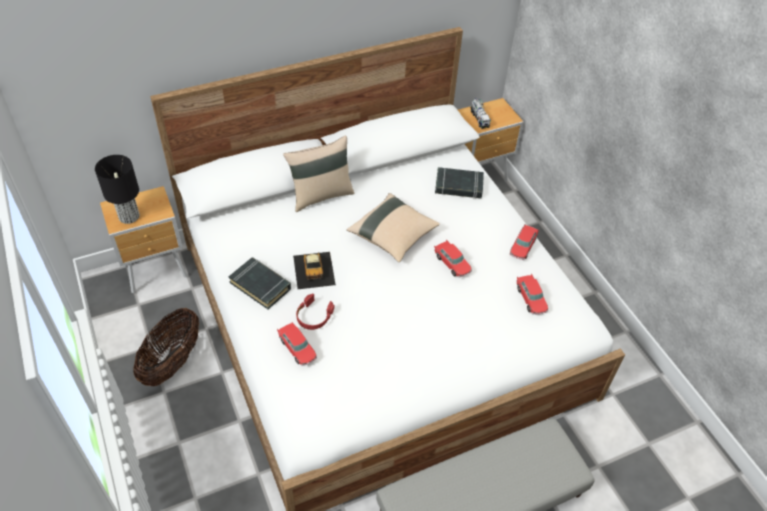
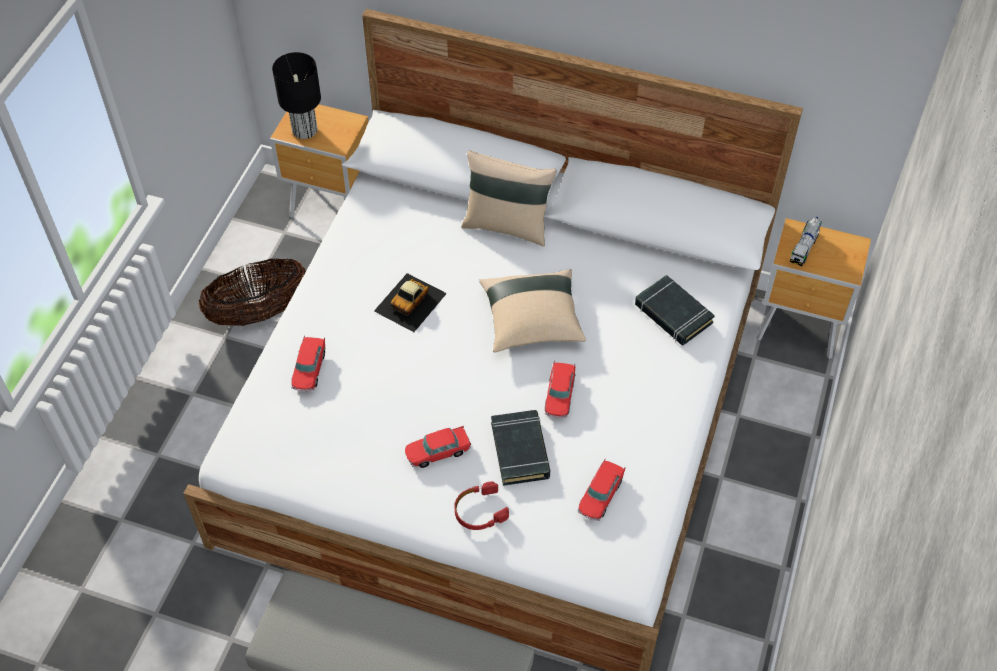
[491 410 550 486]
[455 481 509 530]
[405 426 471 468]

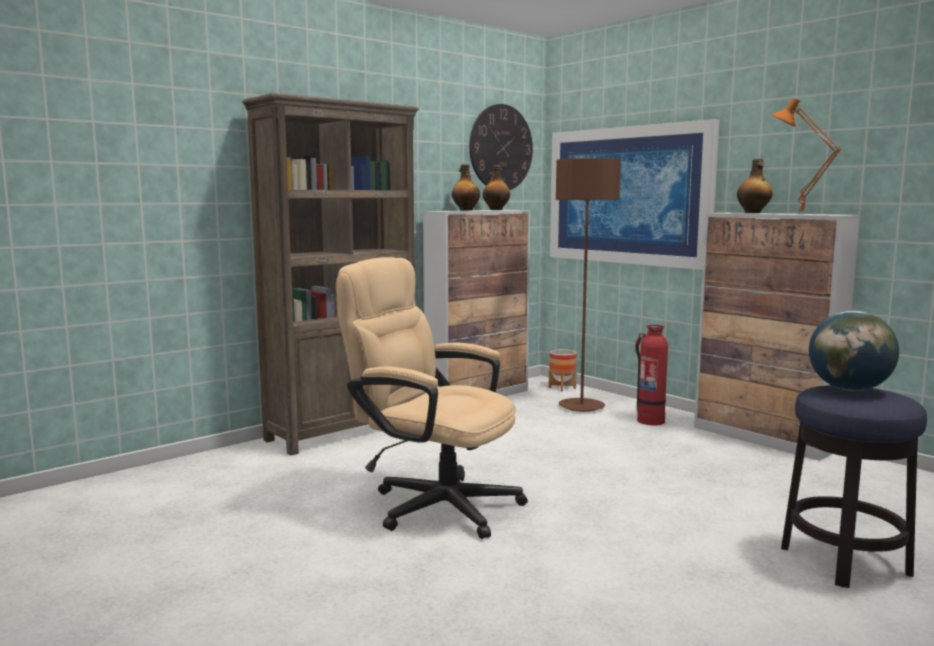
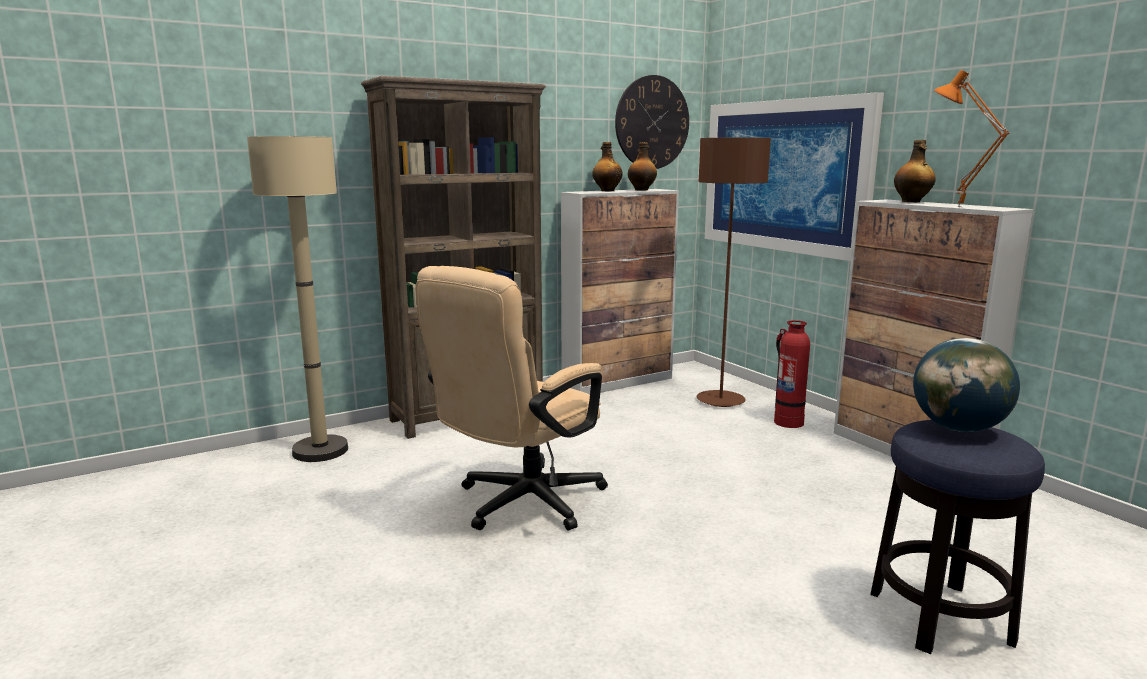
[549 349 577 391] (first image)
[247 136 348 462]
[415 266 608 531]

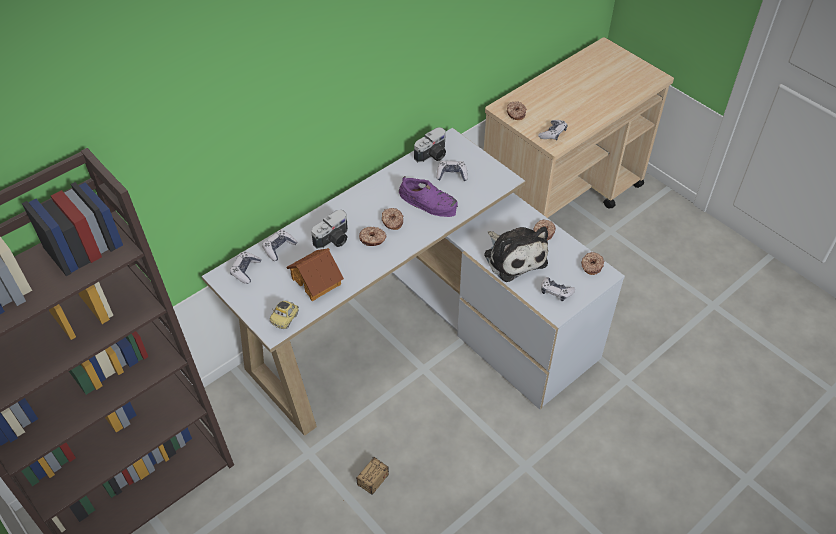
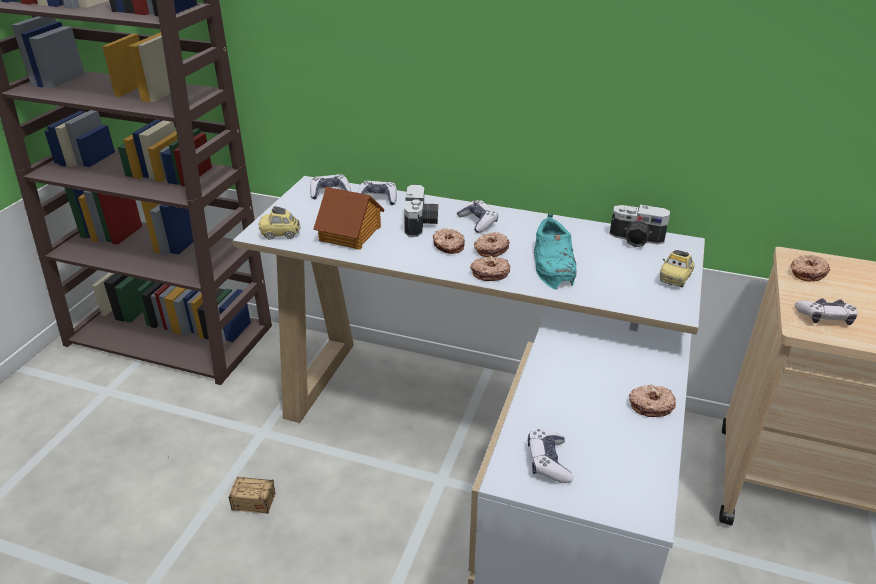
[484 226 548 282] (first image)
[660 250 694 287]
[457 200 498 233]
[470 256 510 281]
[534 214 576 290]
[404 185 438 237]

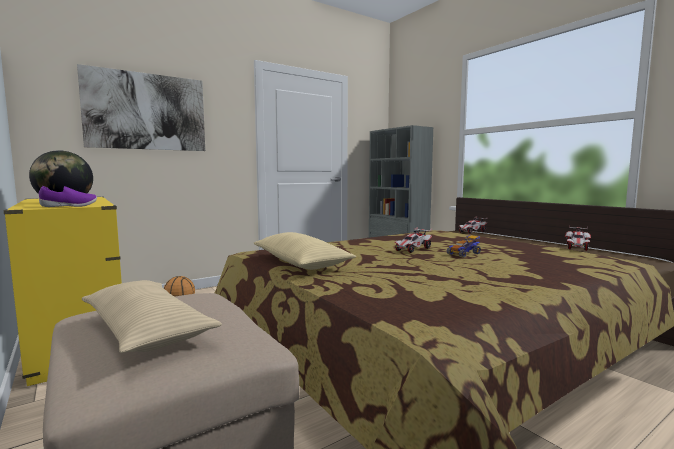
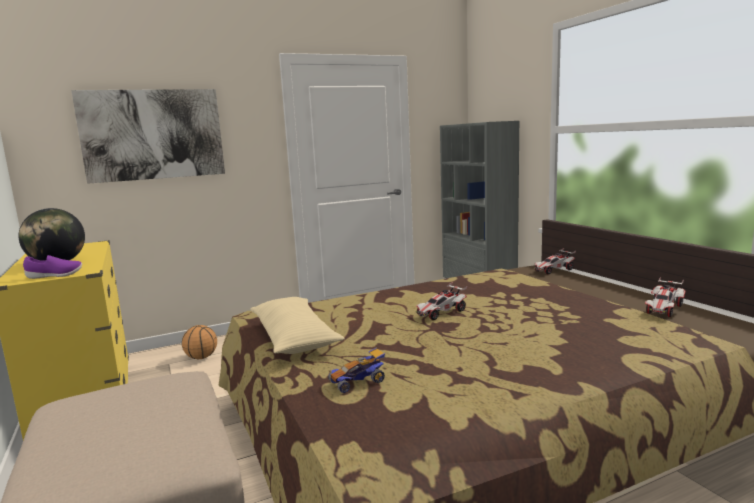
[82 280 222 353] (first image)
[329 348 385 393]

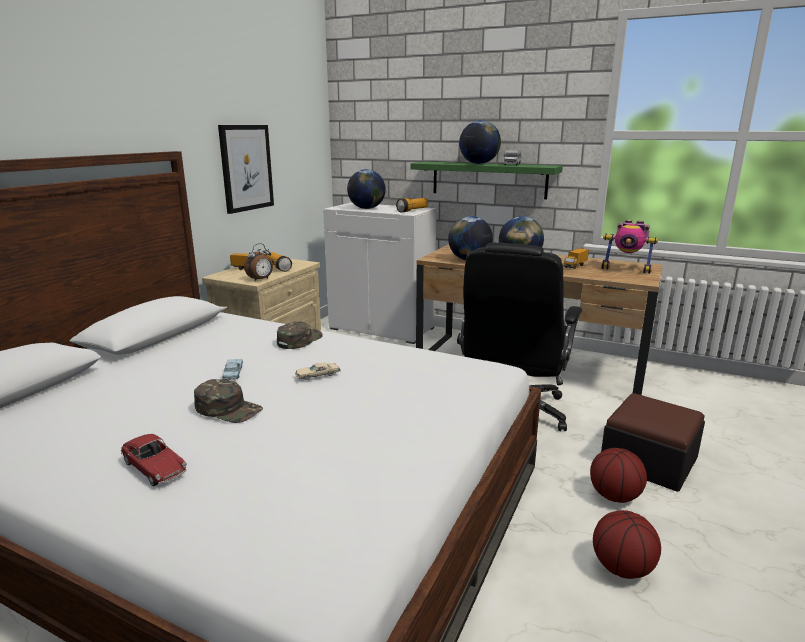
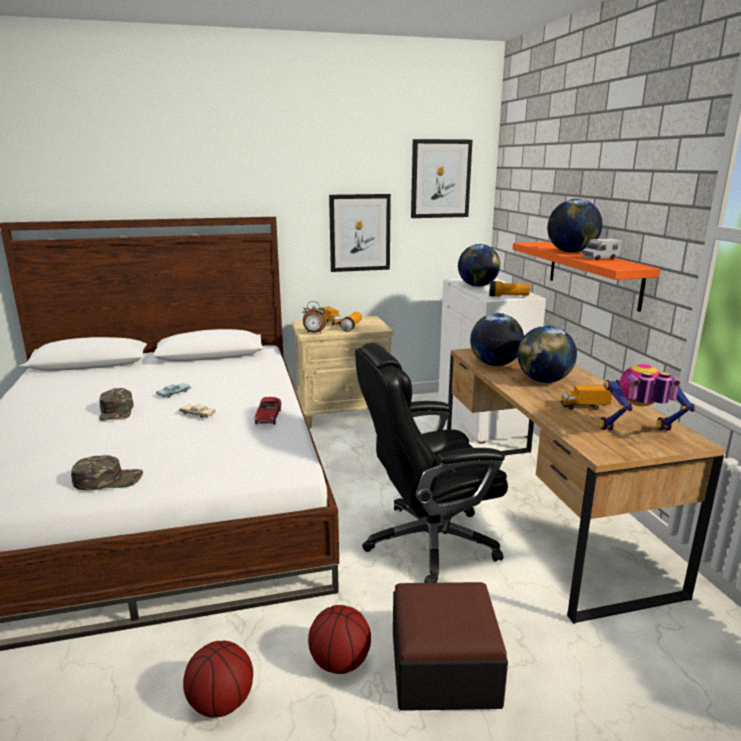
[411 139 472 218]
[254 397 282 424]
[71 455 143 490]
[513 242 660 312]
[600 364 695 430]

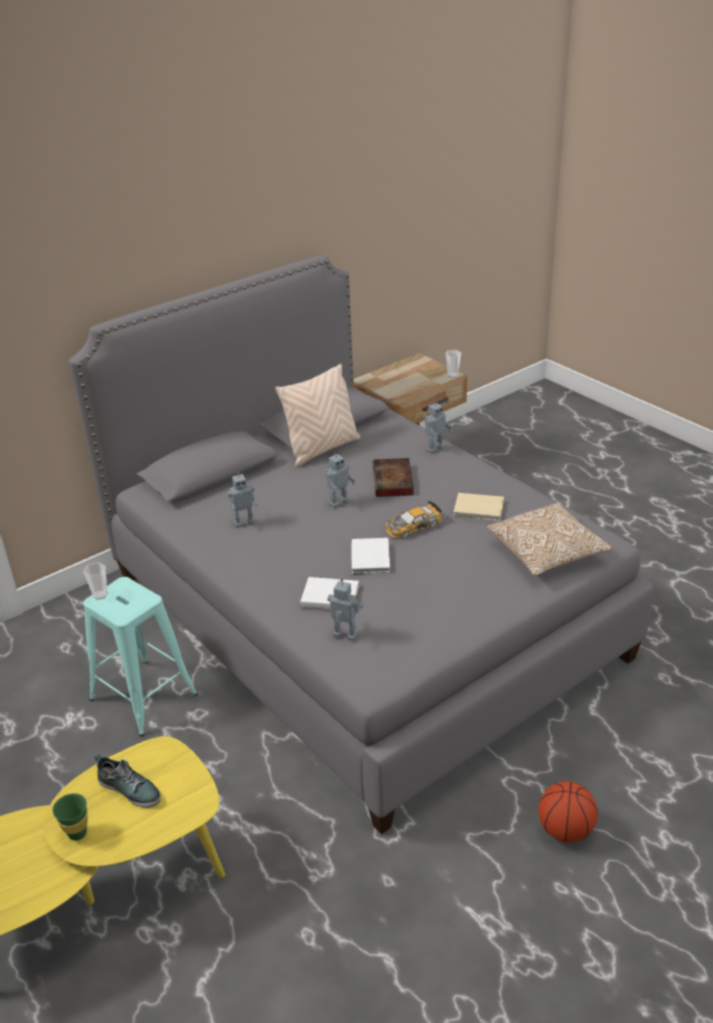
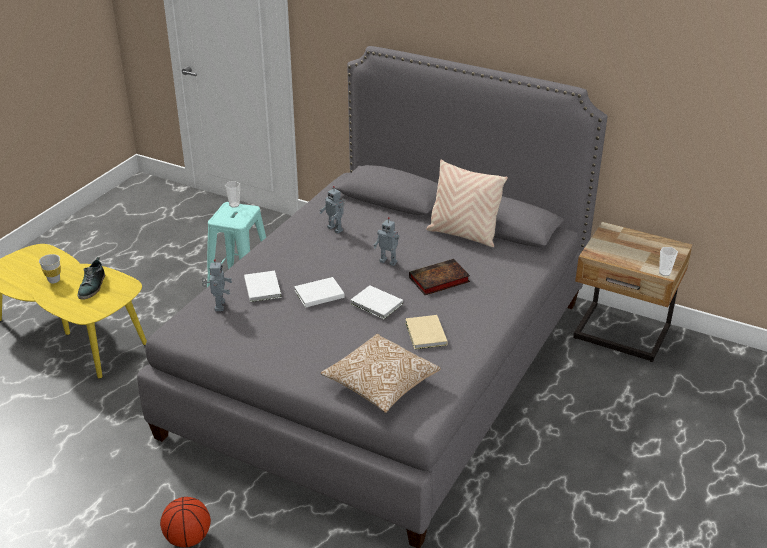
[424 400 452 454] (first image)
[351 285 403 319]
[39 254 61 283]

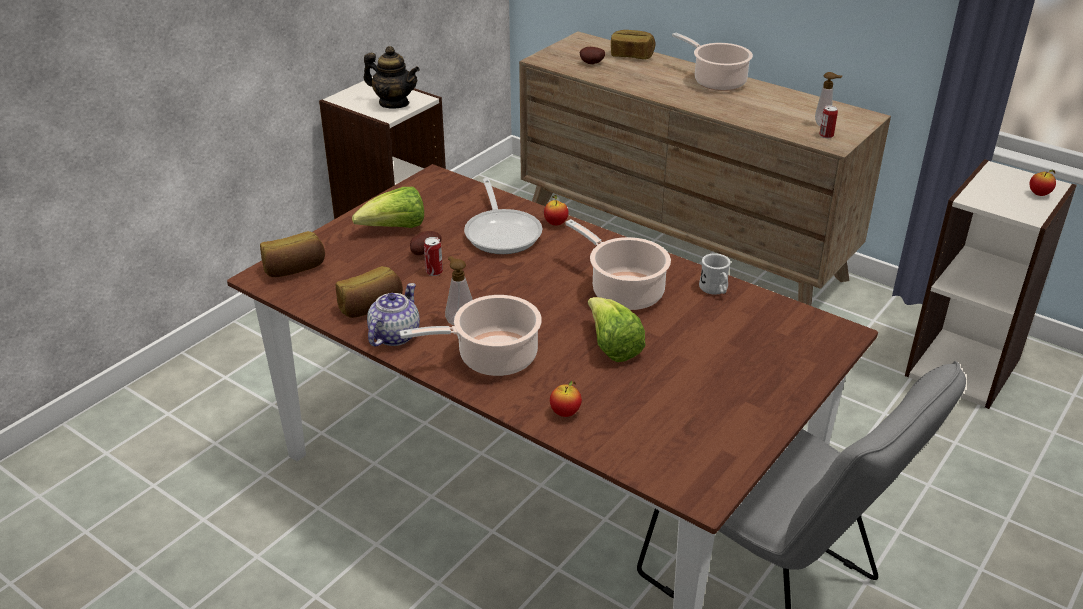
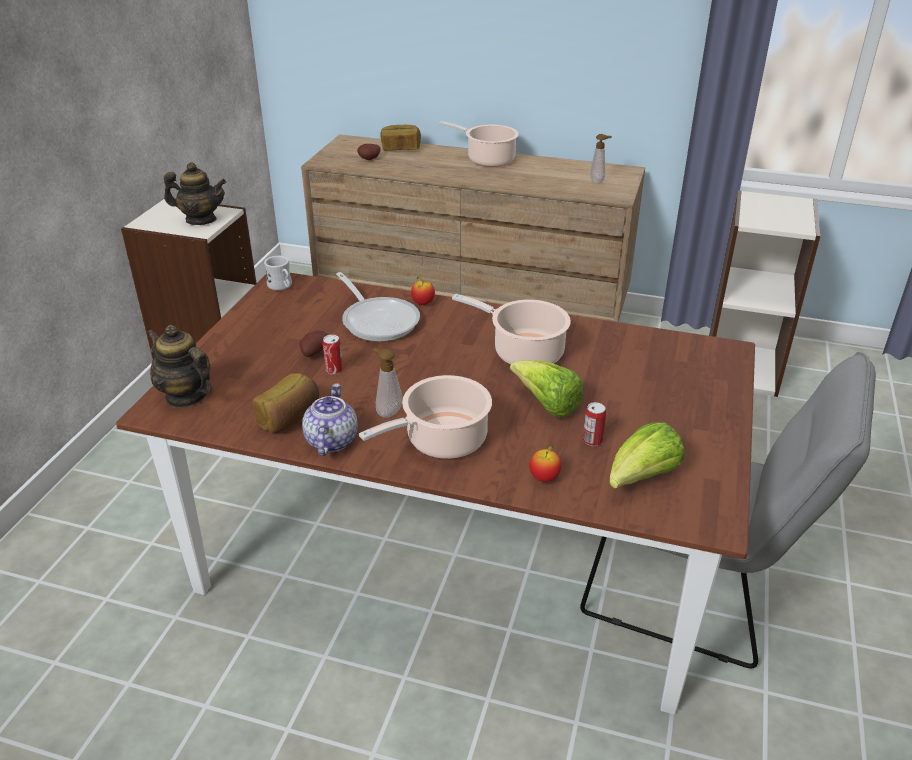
[1030 169 1056 196] (first image)
[609 422 685 488]
[264 256 292 291]
[583 402 606 446]
[147 325 212 408]

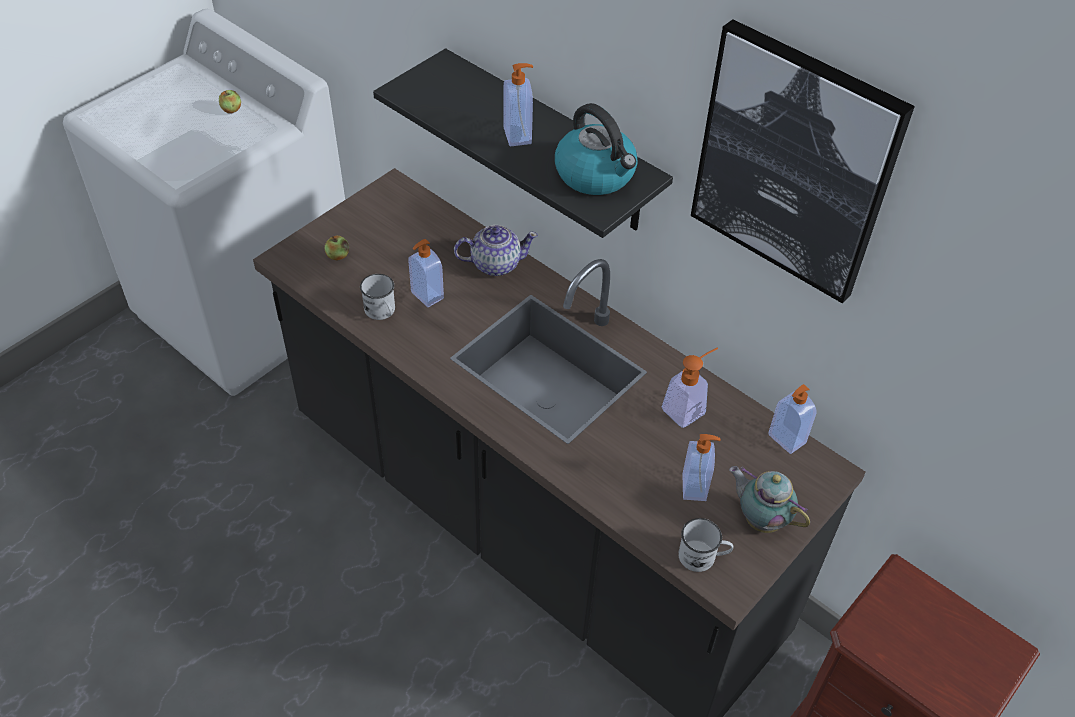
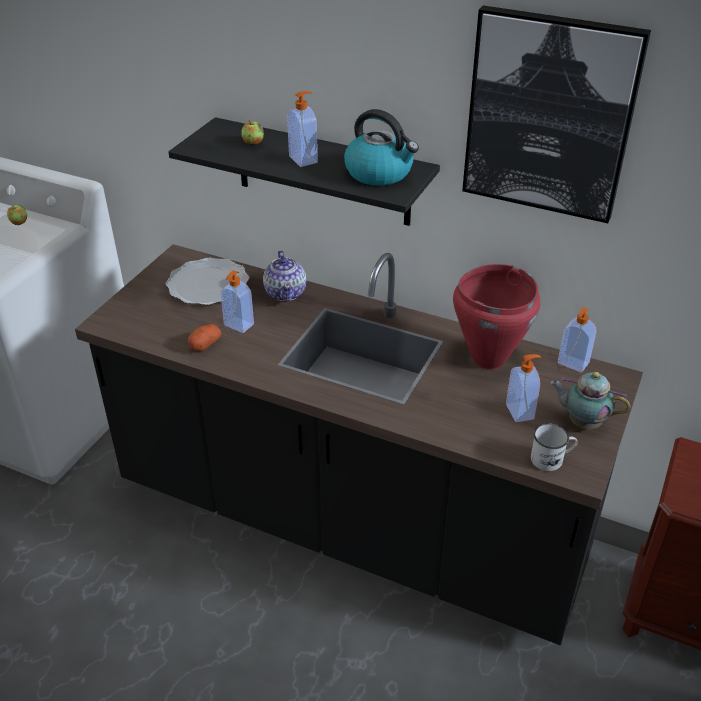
[166 258 249 305]
[241 120 264 145]
[188 324 221 351]
[453 264 540 369]
[263 250 306 302]

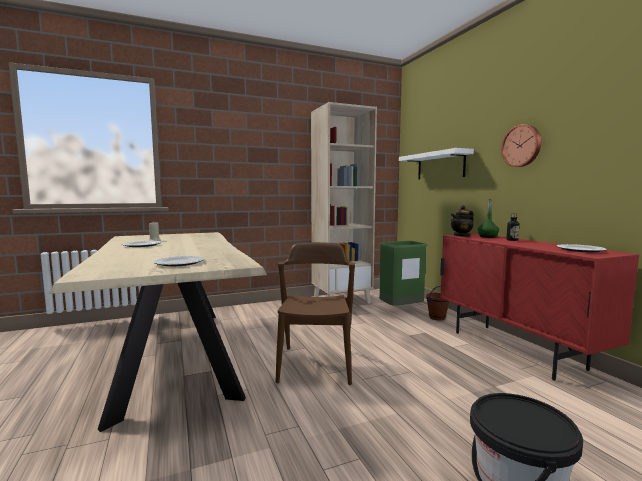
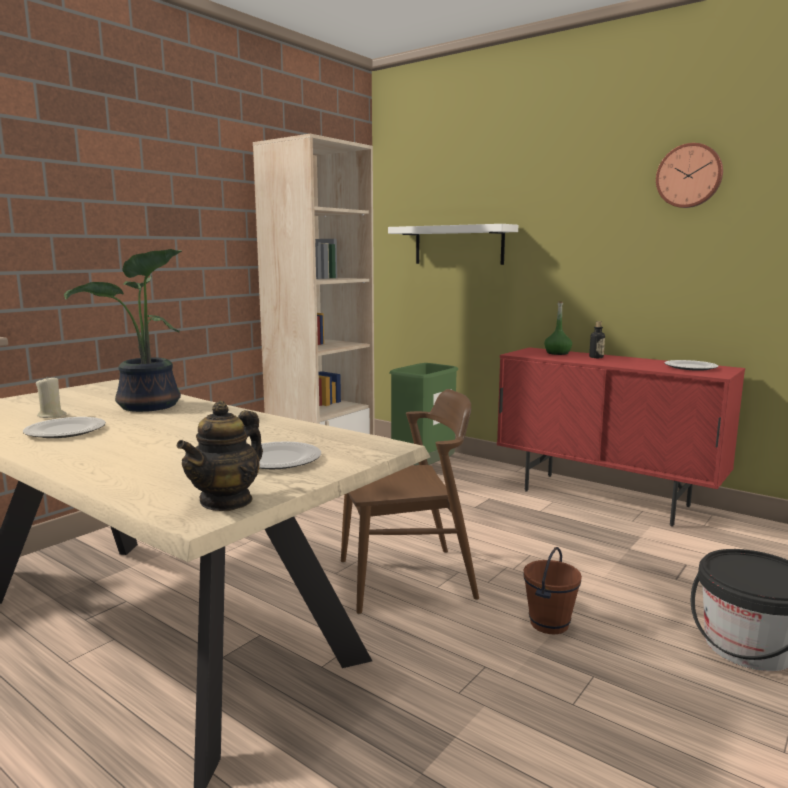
[64 249 182 412]
[523 547 582 634]
[177 401 263 511]
[656 143 723 208]
[341 389 479 614]

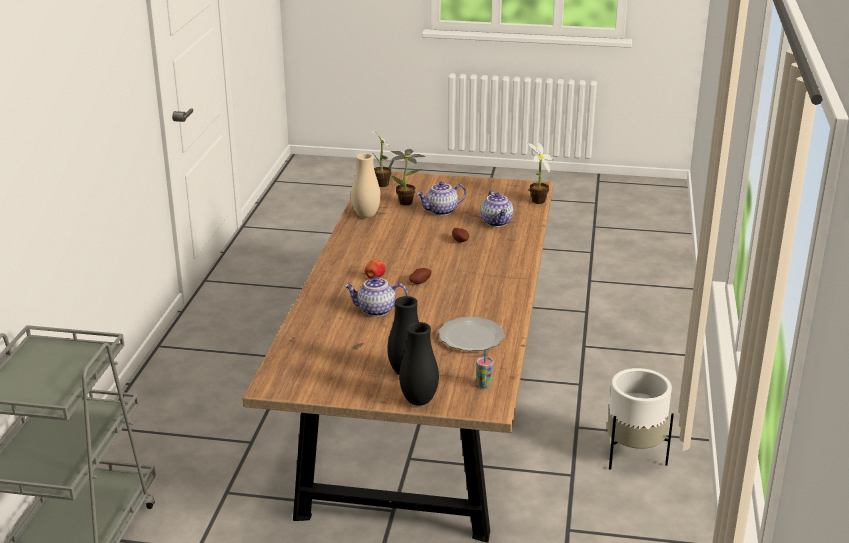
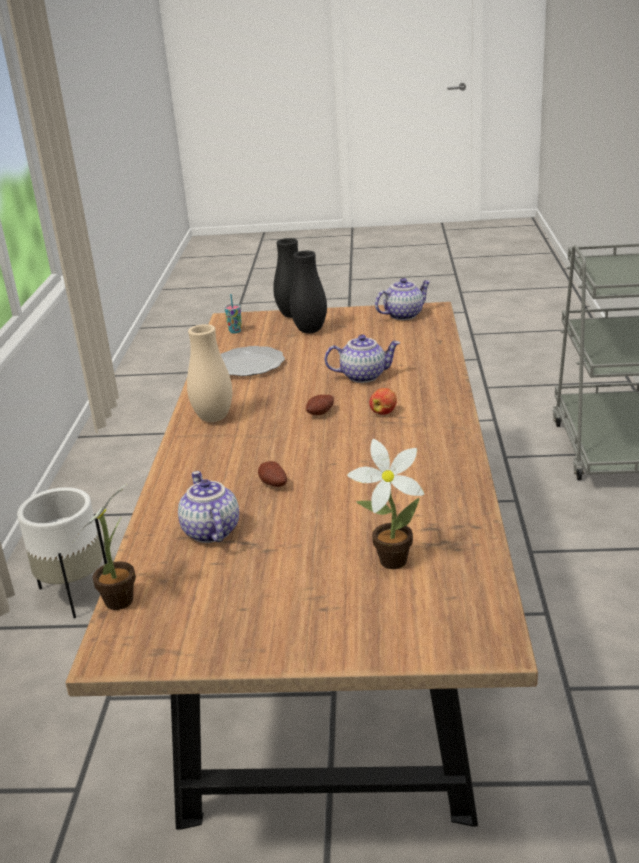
[372 131 394 187] (first image)
[187 324 232 422]
[375 278 431 320]

